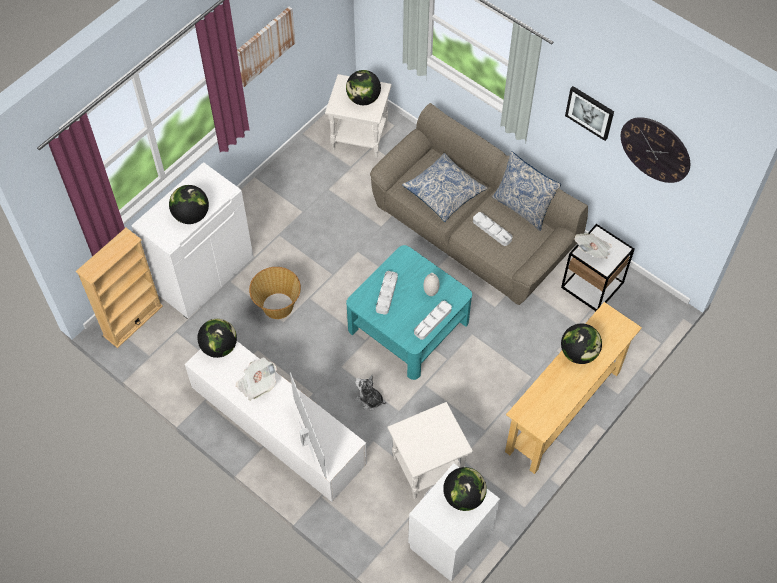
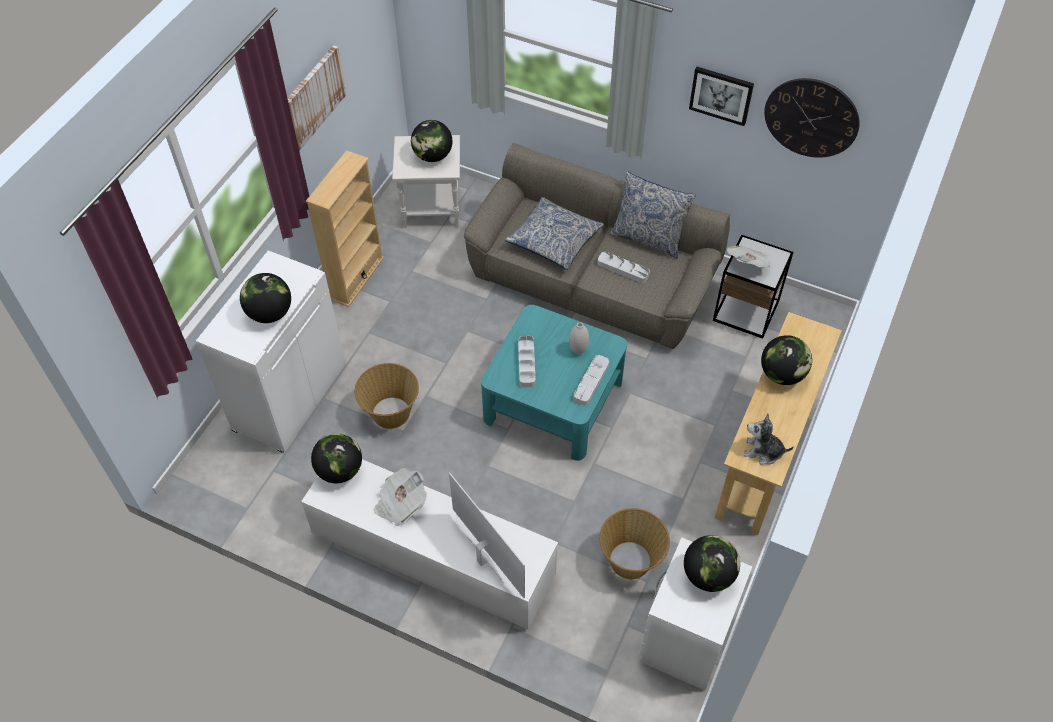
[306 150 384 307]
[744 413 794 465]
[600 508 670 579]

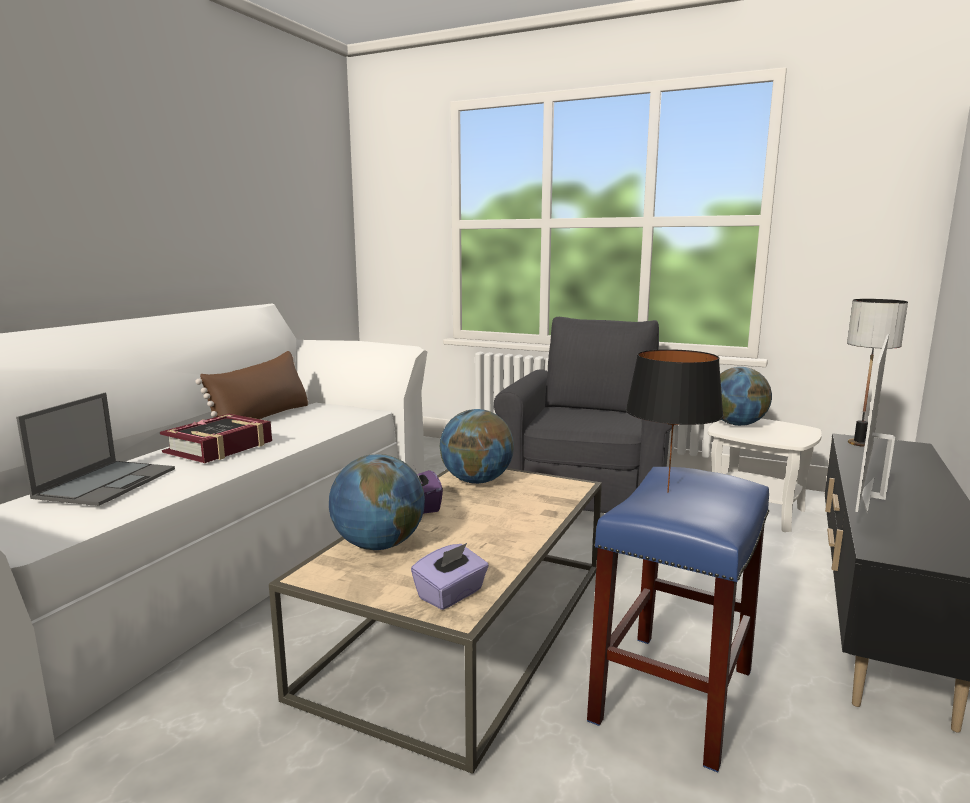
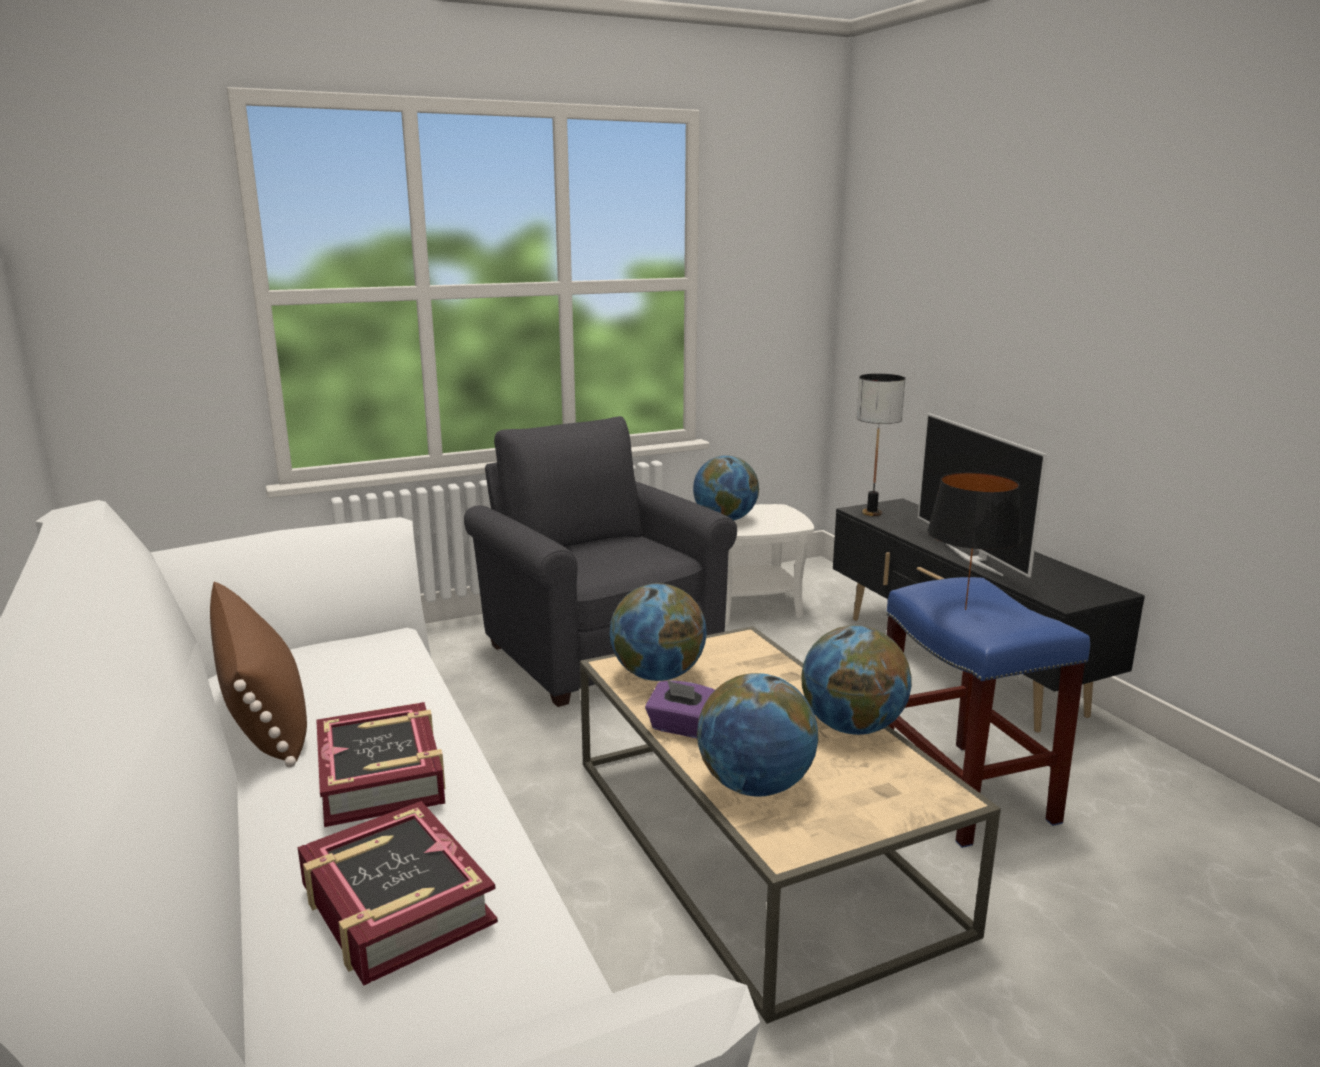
[411 543 489 610] (first image)
[801 625 912 735]
[297 801 498 985]

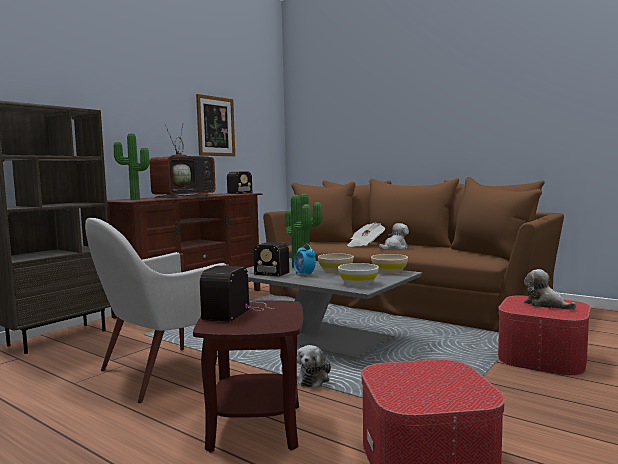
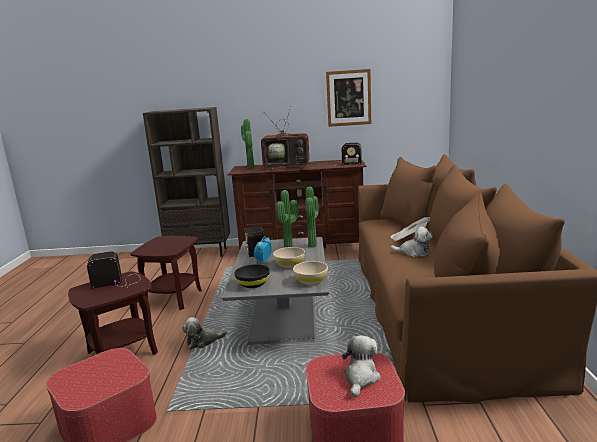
[130 236 202 310]
[234 264 270 288]

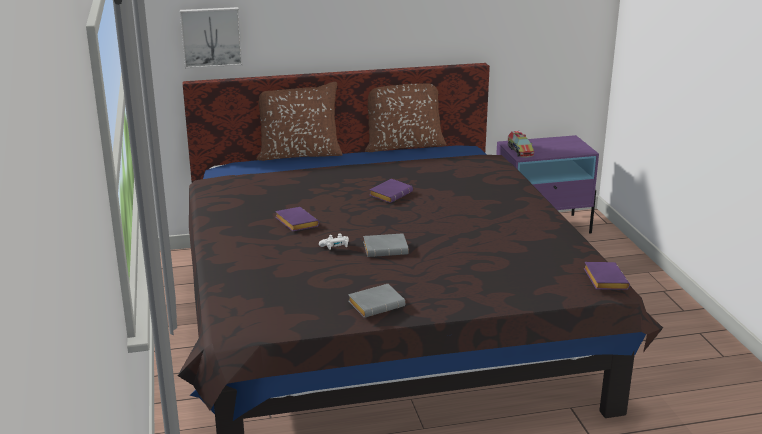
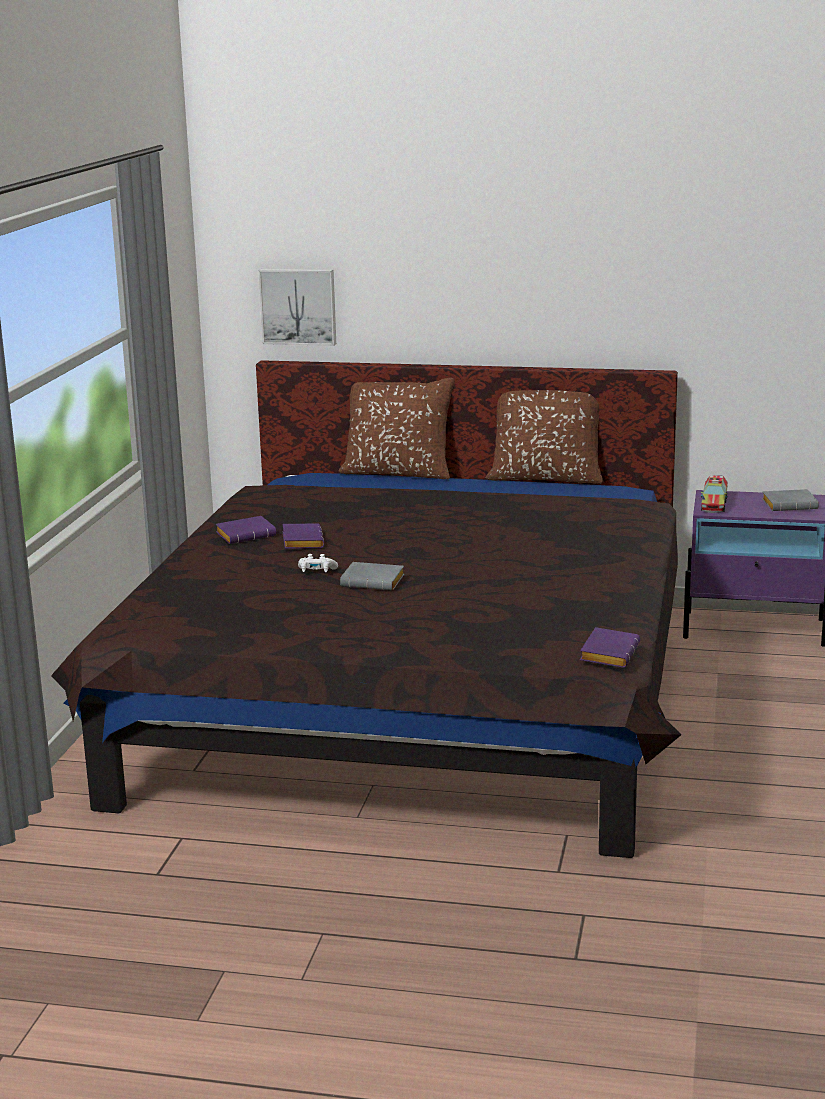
[762 489 819 511]
[216 516 276 544]

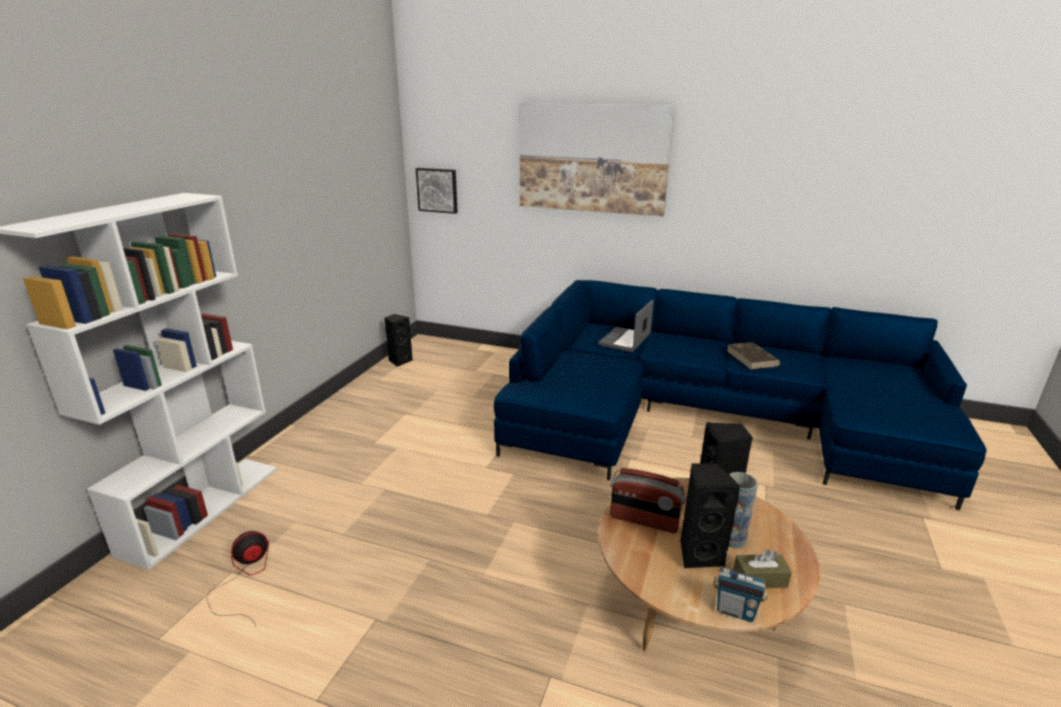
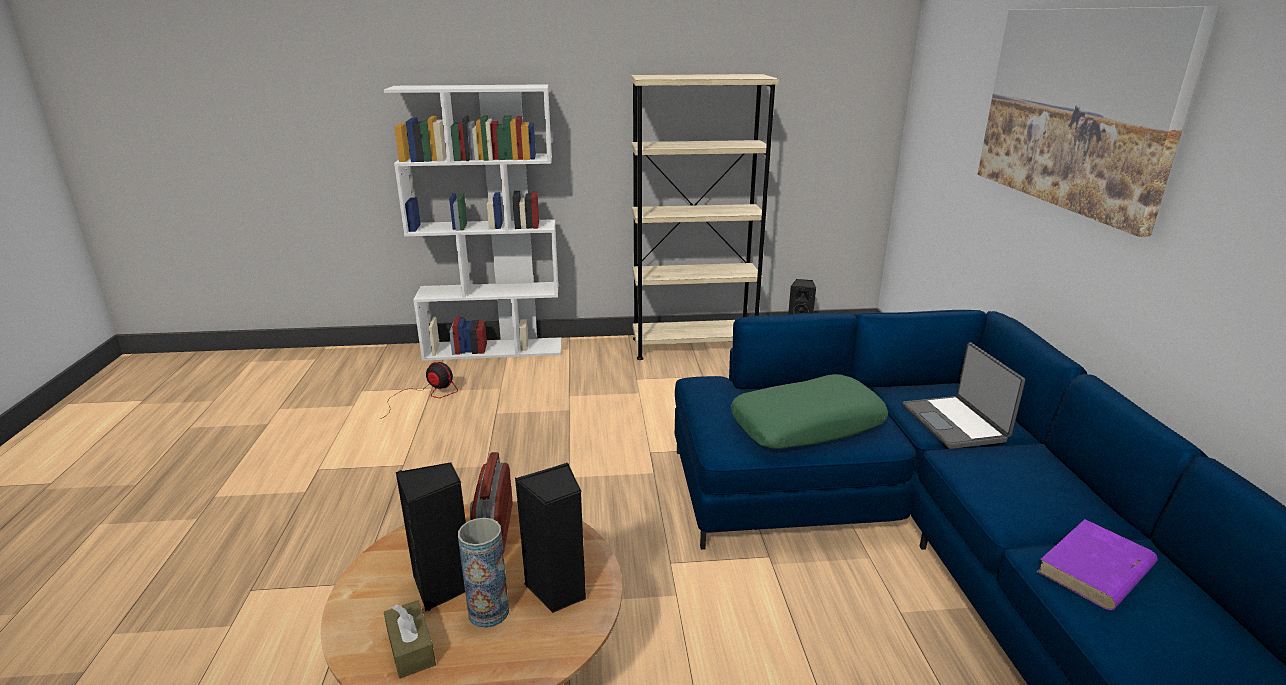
[416 168 458 214] (first image)
[713 551 768 622] (first image)
[630 74 779 360]
[731 374 888 449]
[1037 519 1158 610]
[903 342 1025 449]

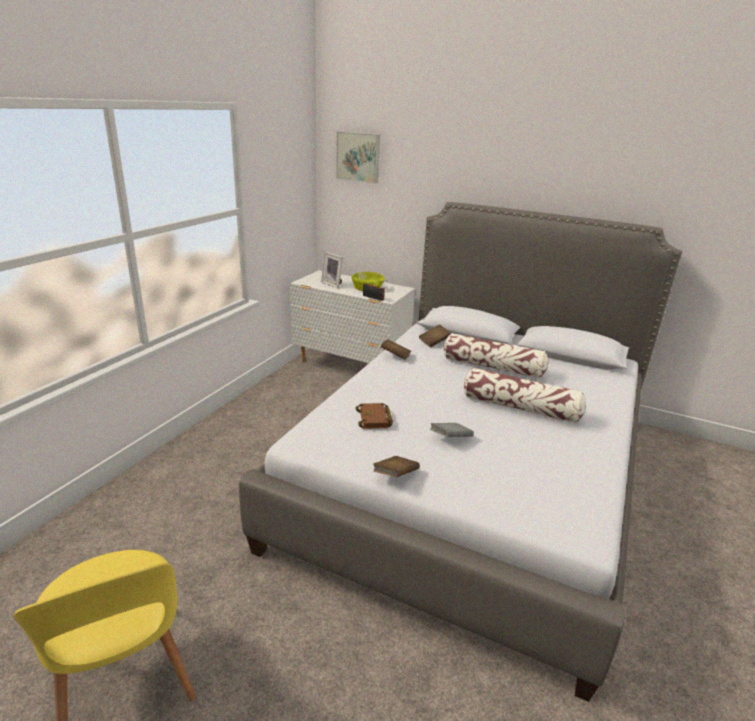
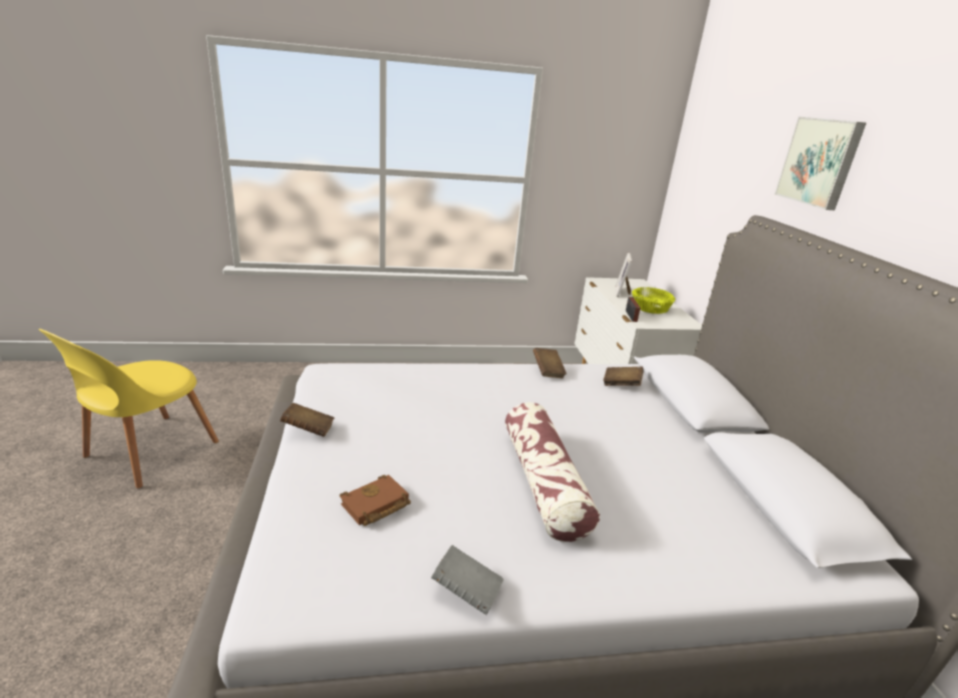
[444 333 548 378] (first image)
[775 117 866 210]
[340 475 411 526]
[431 545 504 615]

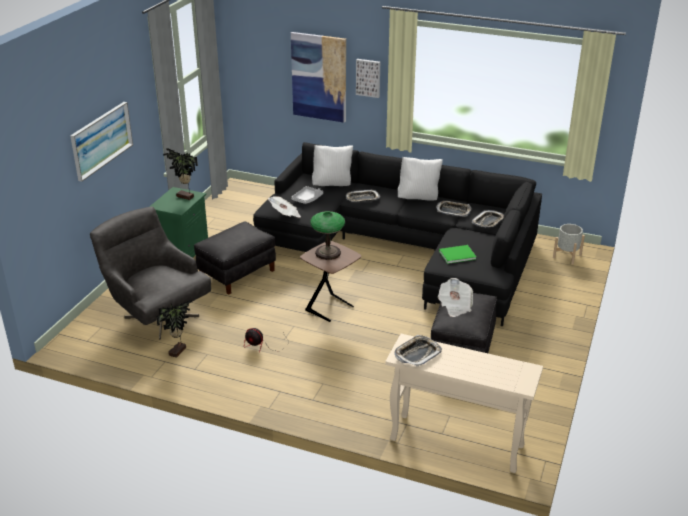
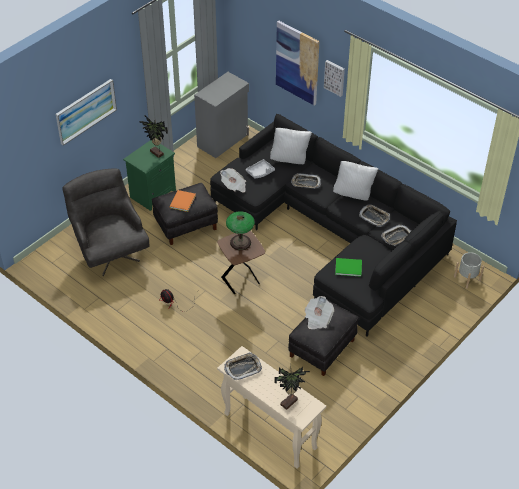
[169 190 196 212]
[194 72 249 158]
[274 367 310 410]

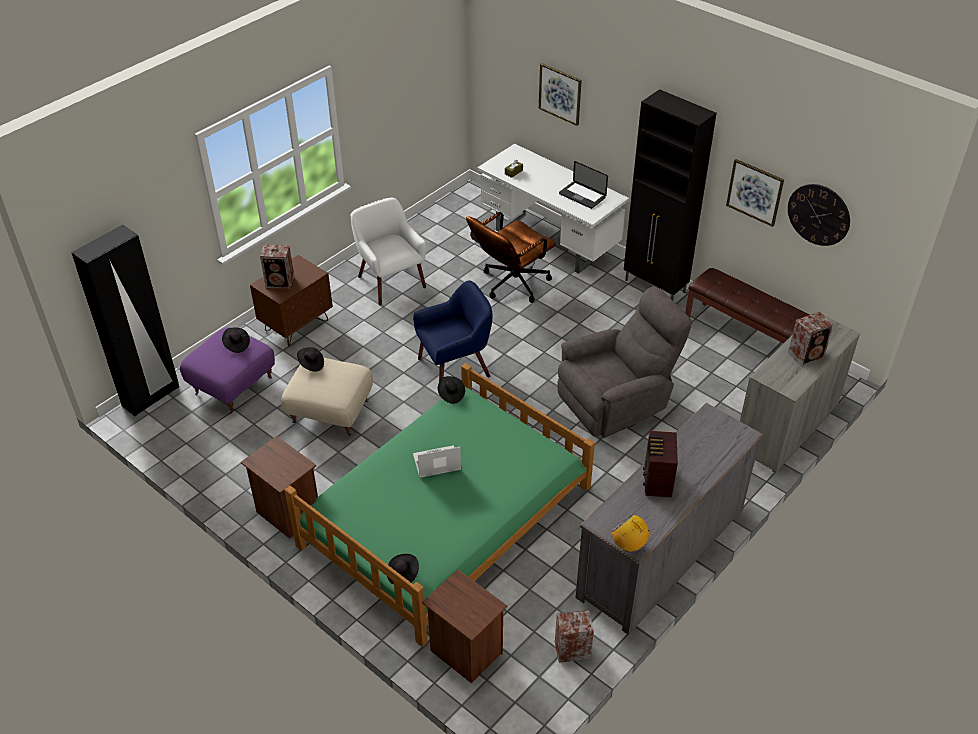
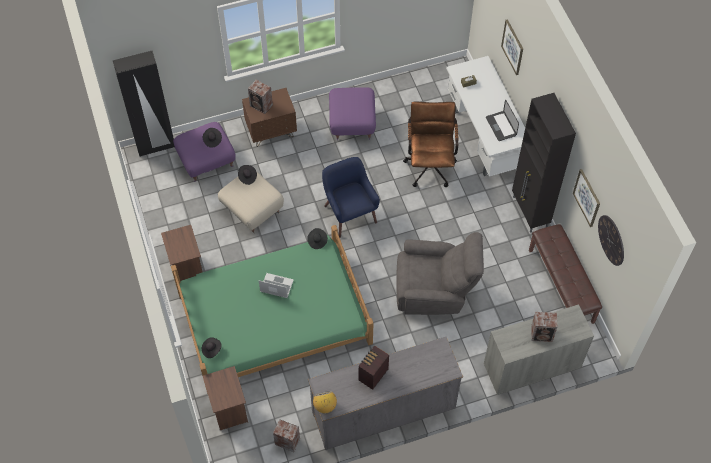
[329 87 376 141]
[322 157 380 238]
[403 102 458 187]

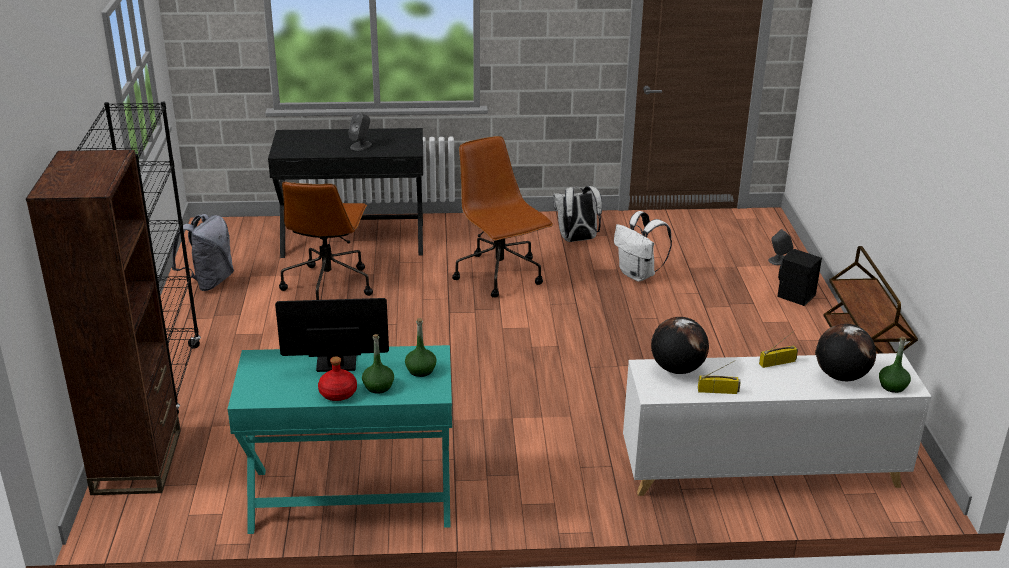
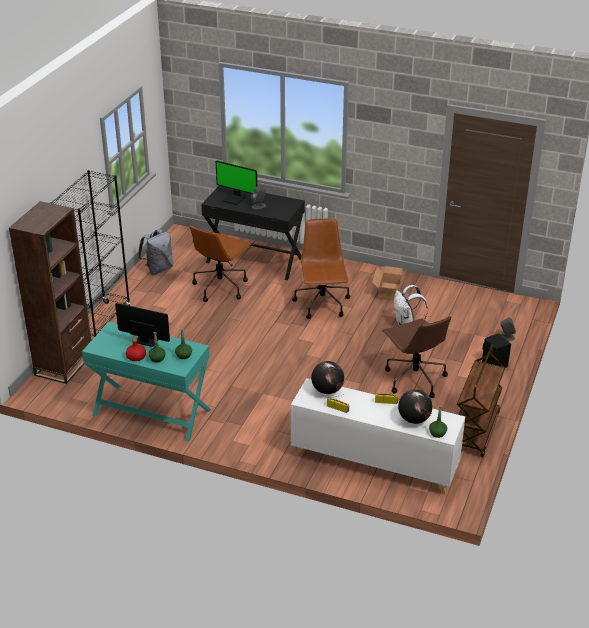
[216 161 257 205]
[382 316 451 398]
[372 266 406 300]

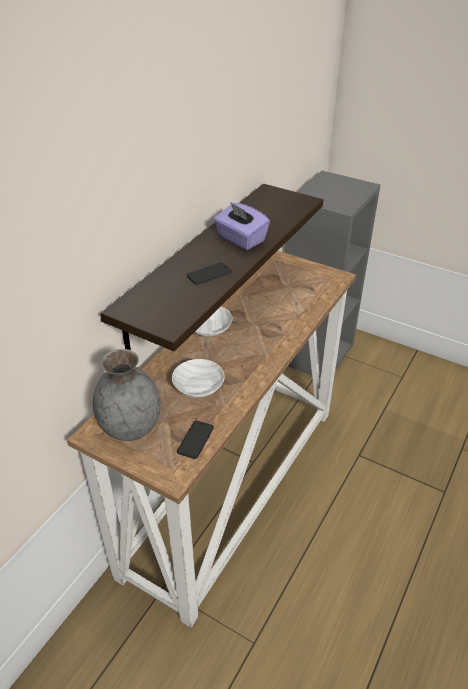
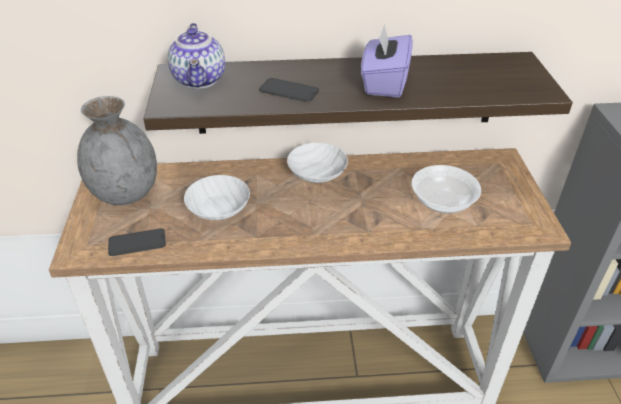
[168 23 225 89]
[412 165 481 213]

